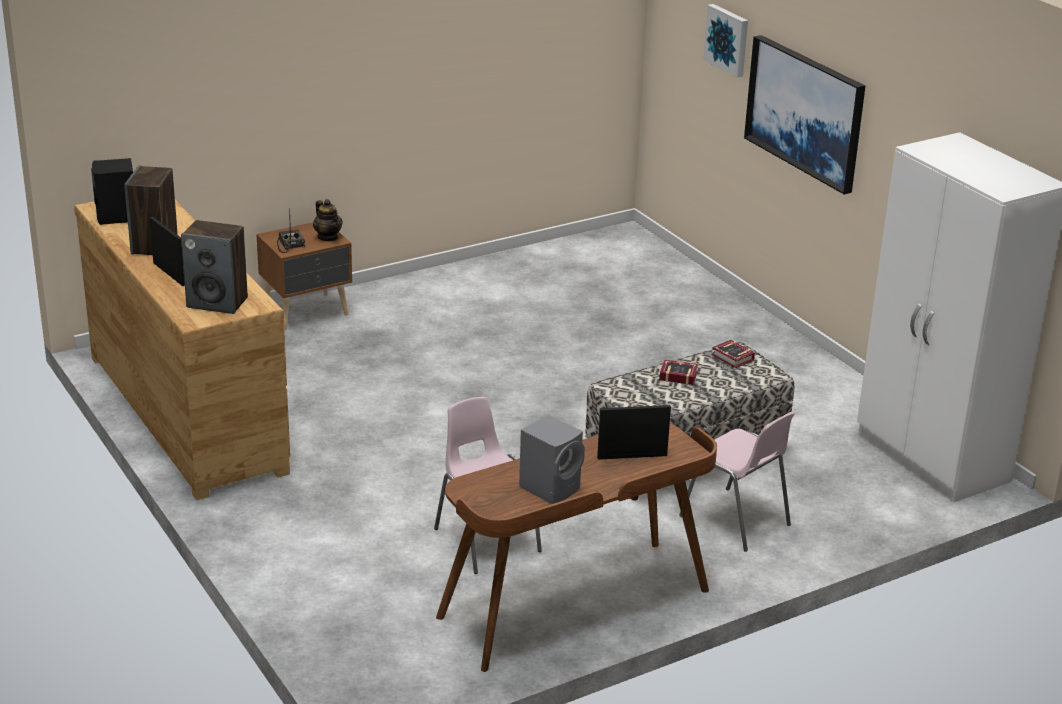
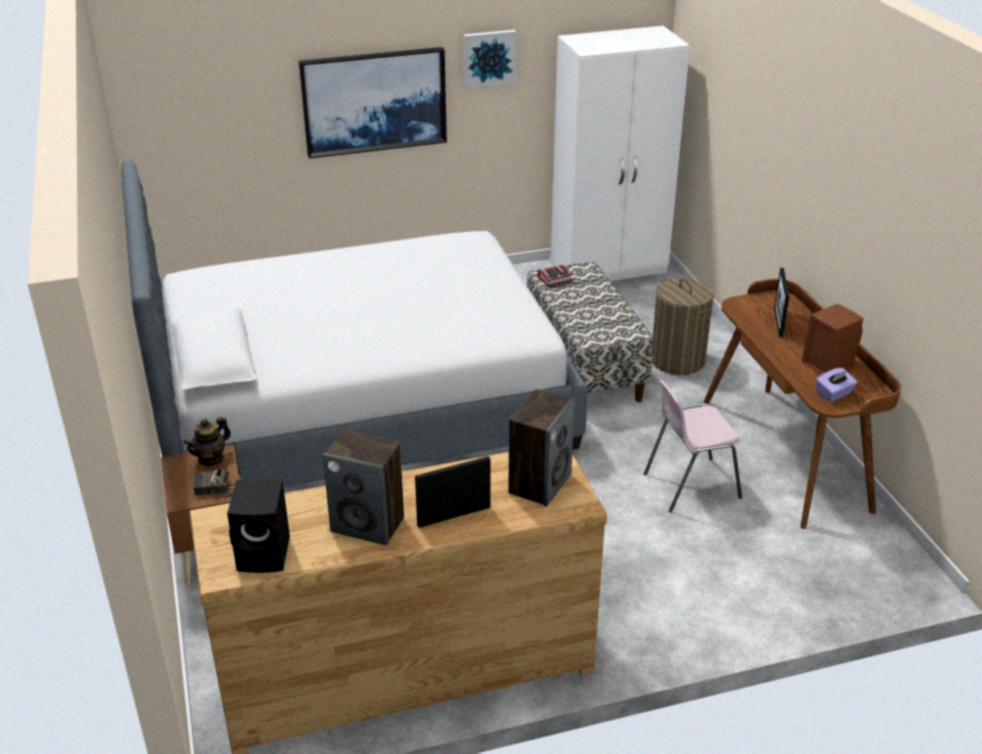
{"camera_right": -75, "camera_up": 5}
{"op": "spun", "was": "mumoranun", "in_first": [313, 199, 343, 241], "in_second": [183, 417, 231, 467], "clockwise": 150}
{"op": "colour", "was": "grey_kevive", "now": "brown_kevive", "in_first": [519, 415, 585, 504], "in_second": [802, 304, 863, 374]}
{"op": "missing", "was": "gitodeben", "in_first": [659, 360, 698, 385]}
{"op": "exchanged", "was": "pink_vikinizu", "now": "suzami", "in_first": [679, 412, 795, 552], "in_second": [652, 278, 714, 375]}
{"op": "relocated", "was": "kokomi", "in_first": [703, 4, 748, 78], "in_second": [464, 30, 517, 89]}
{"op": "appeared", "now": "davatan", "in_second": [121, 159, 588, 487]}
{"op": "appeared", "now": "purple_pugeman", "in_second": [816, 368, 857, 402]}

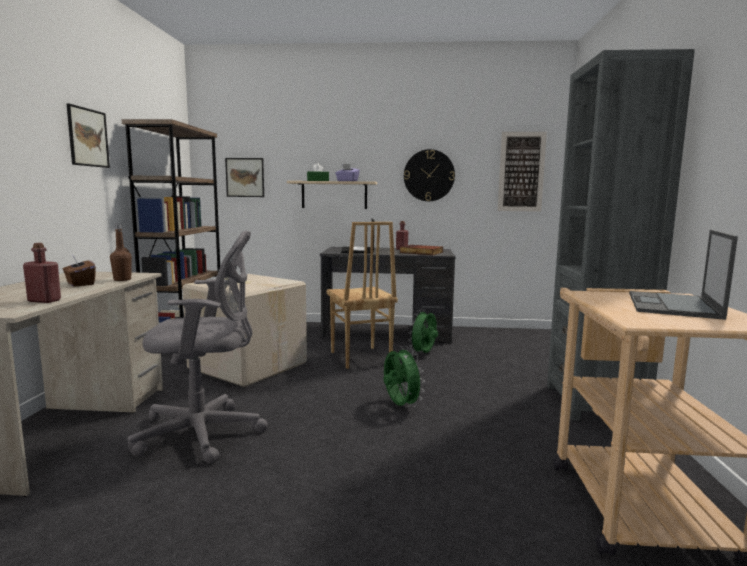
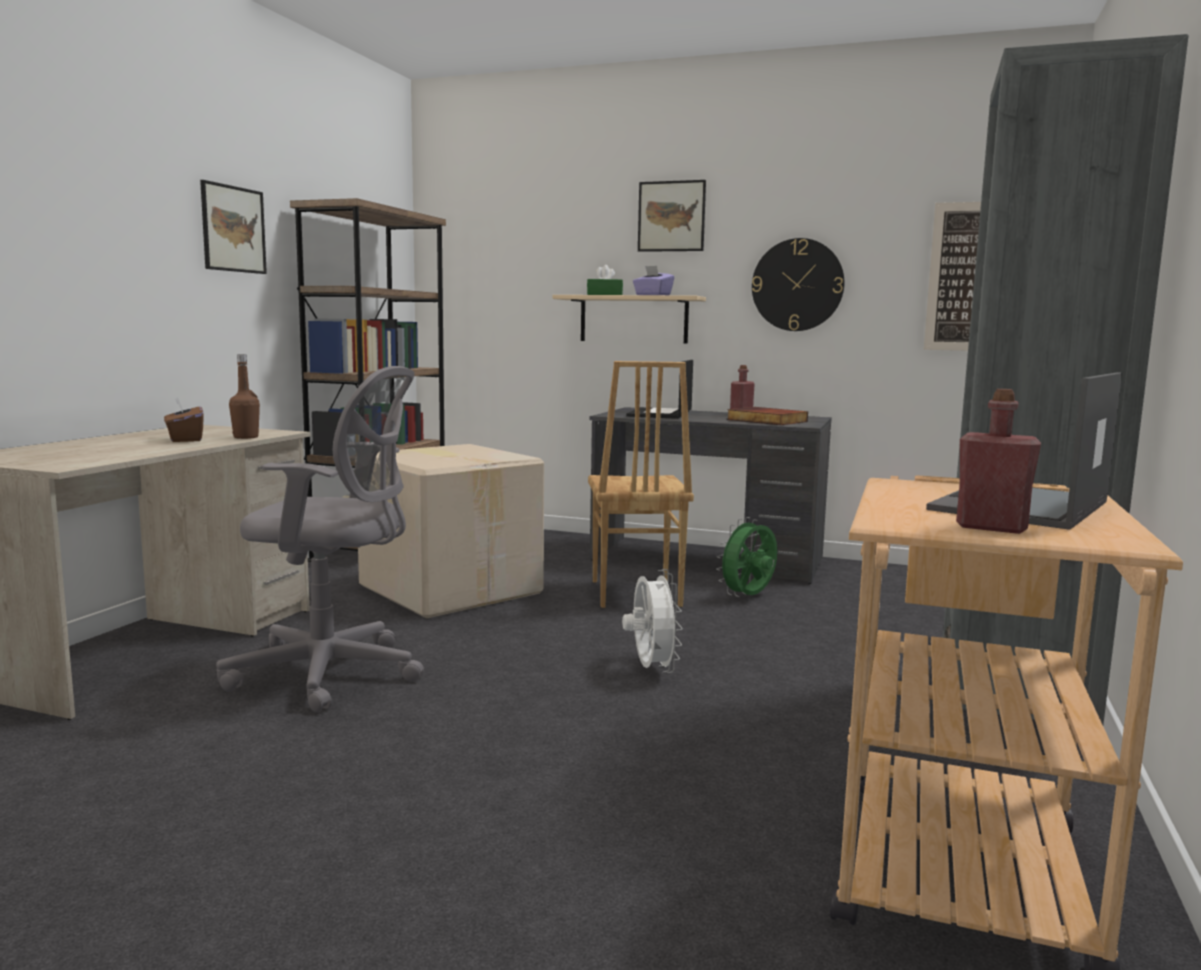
{"camera_right": 15, "camera_up": 0}
{"op": "relocated", "was": "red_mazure", "in_first": [23, 243, 61, 303], "in_second": [956, 389, 1041, 534]}
{"op": "relocated", "was": "kokomi", "in_first": [225, 158, 264, 197], "in_second": [638, 180, 706, 252]}
{"op": "colour", "was": "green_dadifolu", "now": "white_dadifolu", "in_first": [383, 346, 425, 408], "in_second": [622, 569, 683, 673]}

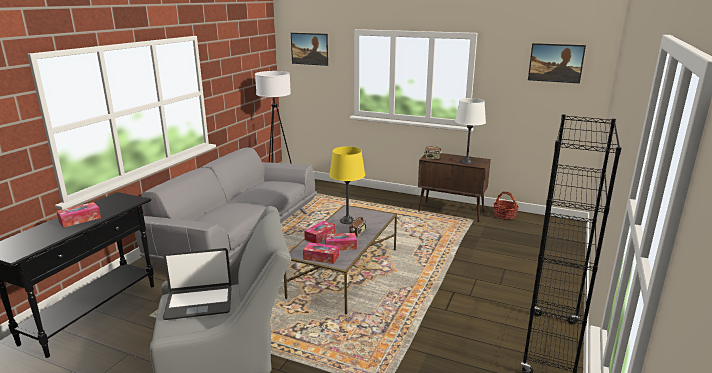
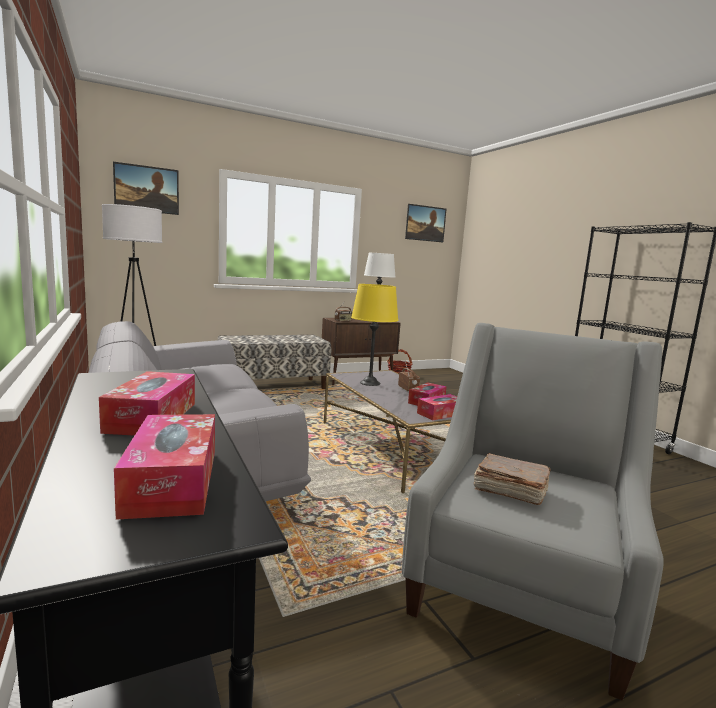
{"camera_right": -50, "camera_up": -10}
{"op": "exchanged", "was": "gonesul", "now": "brown_gitodeben", "in_first": [163, 248, 232, 320], "in_second": [474, 453, 551, 505]}
{"op": "relocated", "was": "pugeman", "in_first": [304, 221, 335, 243], "in_second": [114, 414, 215, 520]}
{"op": "appeared", "now": "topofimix", "in_second": [217, 335, 331, 389]}

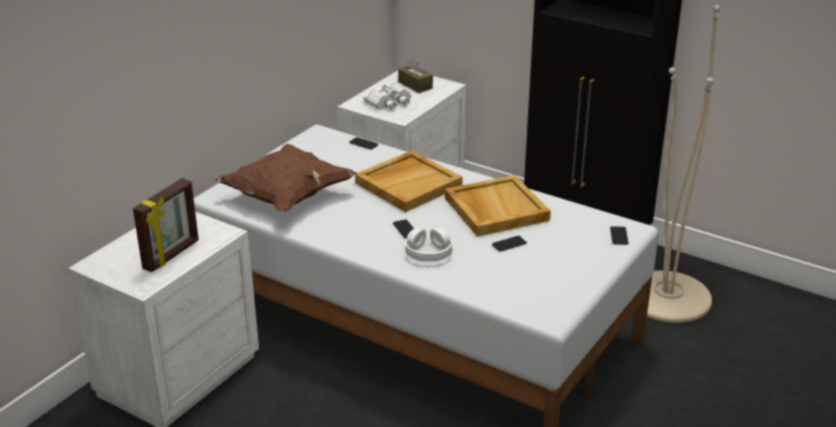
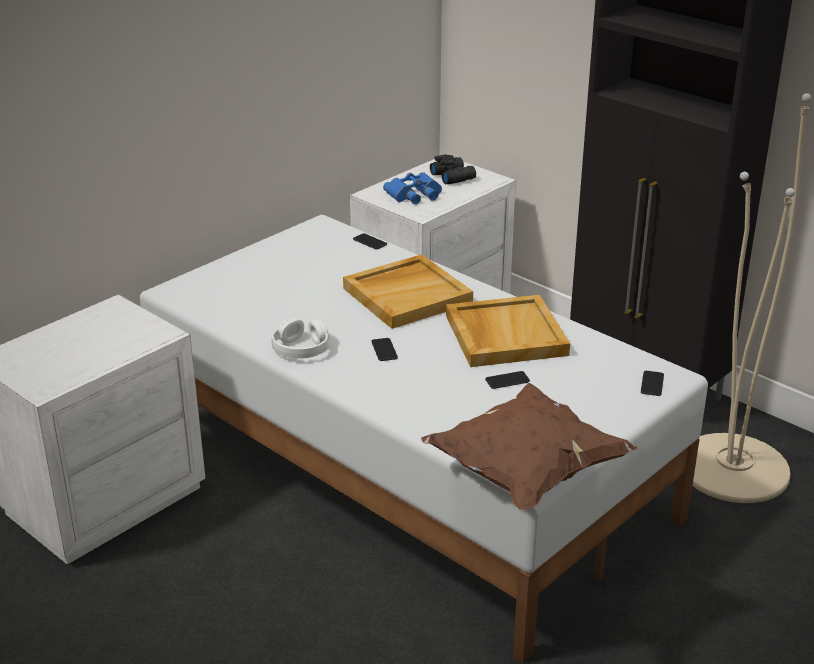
{"camera_right": 10, "camera_up": 0}
{"op": "missing", "was": "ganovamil", "in_first": [133, 178, 199, 272]}
{"op": "relocated", "was": "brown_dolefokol", "in_first": [215, 144, 357, 212], "in_second": [421, 383, 638, 510]}
{"op": "colour", "was": "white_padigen", "now": "blue_padigen", "in_first": [363, 84, 411, 110], "in_second": [383, 172, 442, 204]}
{"op": "exchanged", "was": "brown_pugeman", "now": "black_padigen", "in_first": [398, 59, 433, 93], "in_second": [430, 154, 476, 184]}
{"op": "relocated", "was": "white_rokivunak", "in_first": [405, 228, 452, 262], "in_second": [271, 318, 329, 359]}

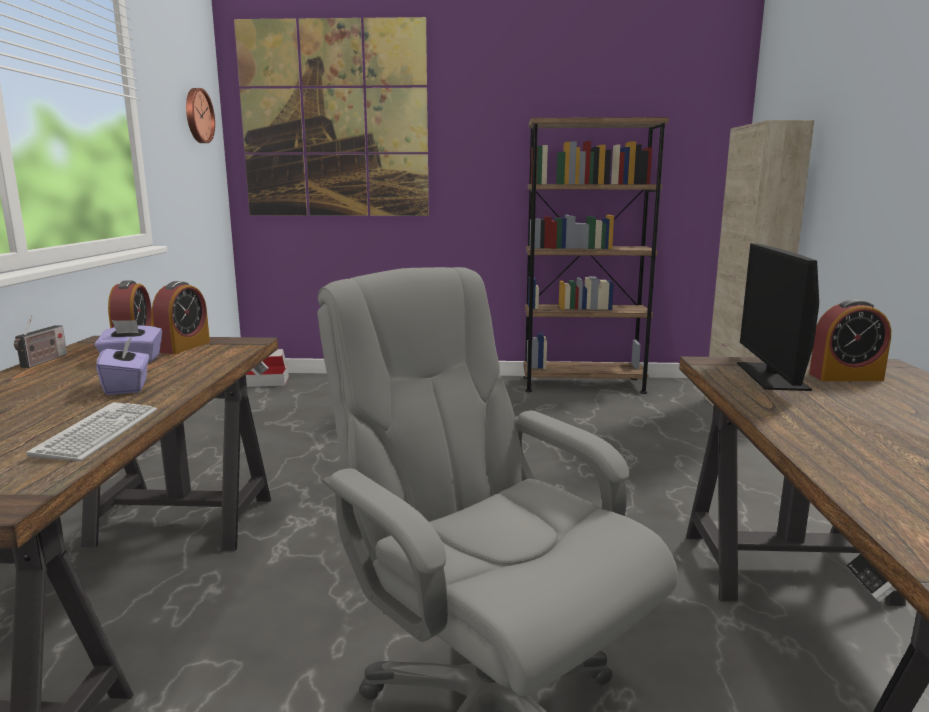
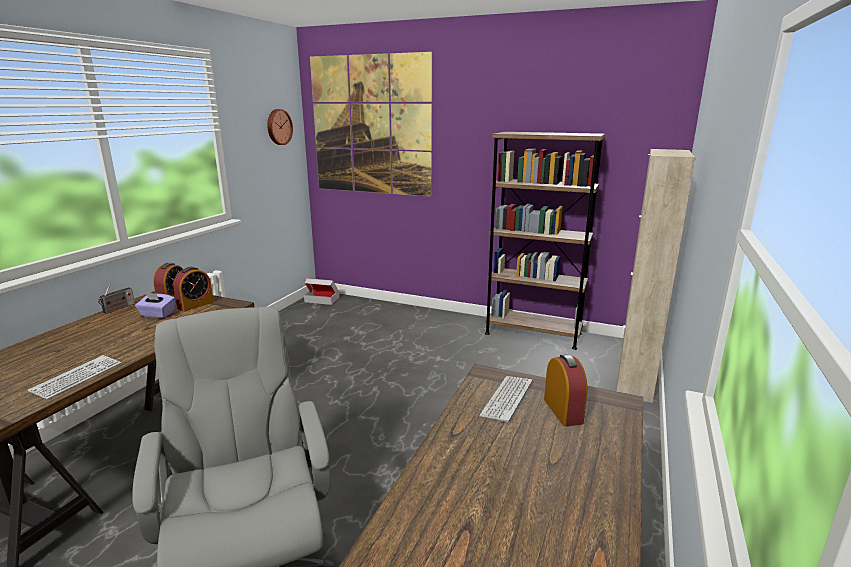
{"camera_right": 20, "camera_up": 5}
{"op": "missing", "was": "purple_pugeman", "in_first": [96, 337, 149, 395]}
{"op": "exchanged", "was": "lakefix", "now": "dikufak", "in_first": [737, 243, 819, 391], "in_second": [479, 376, 532, 423]}
{"op": "spun", "was": "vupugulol", "in_first": [809, 299, 891, 381], "in_second": [544, 354, 587, 426], "clockwise": -120}

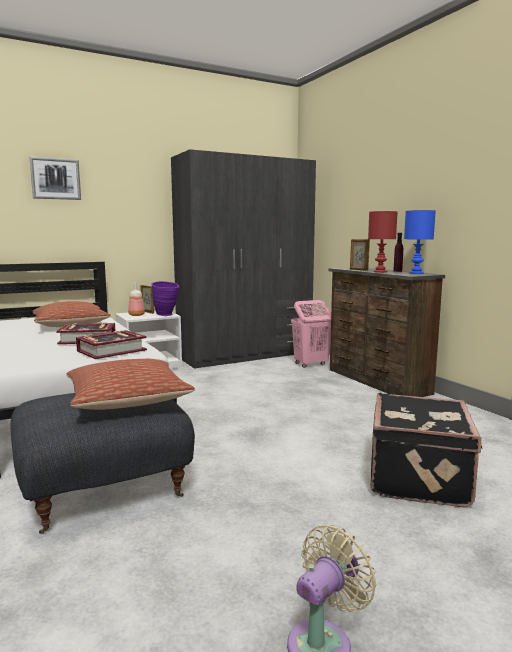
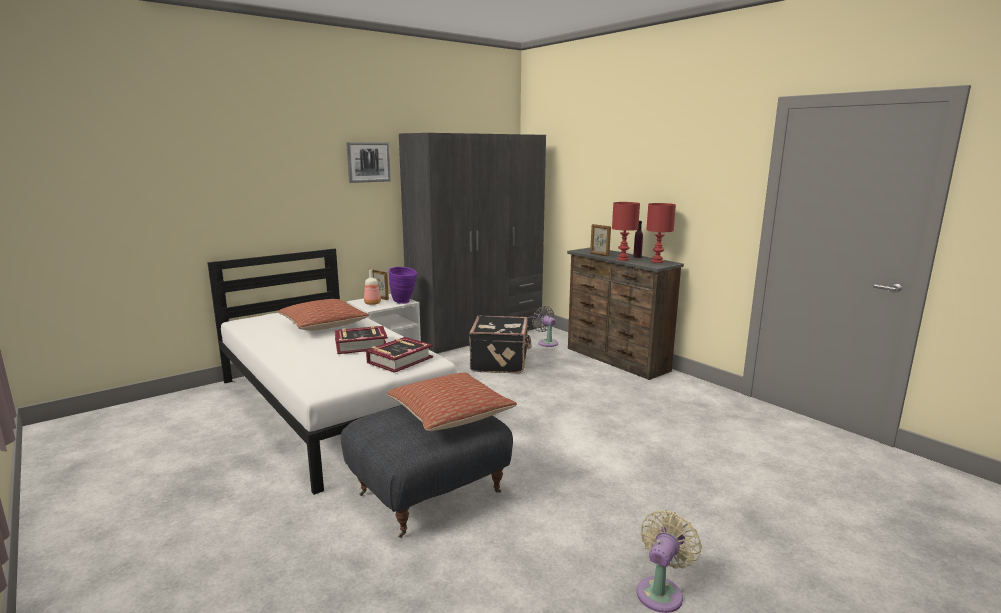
{"camera_right": -10, "camera_up": 5}
{"op": "relocated", "was": "kokomi", "in_first": [29, 157, 81, 200], "in_second": [346, 142, 391, 183]}
{"op": "exchanged", "was": "pink_suzami", "now": "grey_dadifolu", "in_first": [291, 300, 331, 368], "in_second": [532, 306, 558, 347]}
{"op": "relocated", "was": "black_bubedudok", "in_first": [371, 393, 483, 508], "in_second": [469, 315, 532, 373]}
{"op": "colour", "was": "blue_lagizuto", "now": "red_lagizuto", "in_first": [404, 210, 436, 274], "in_second": [646, 203, 676, 263]}

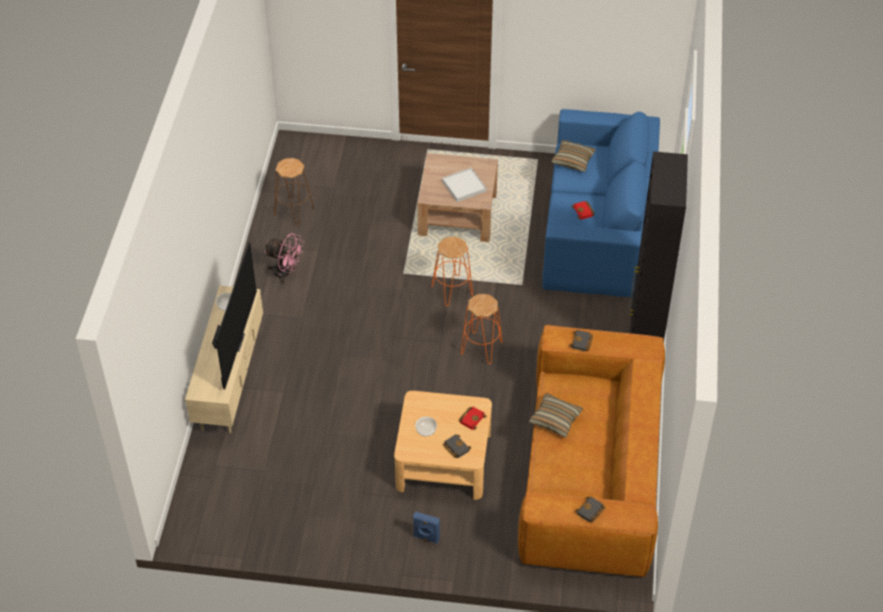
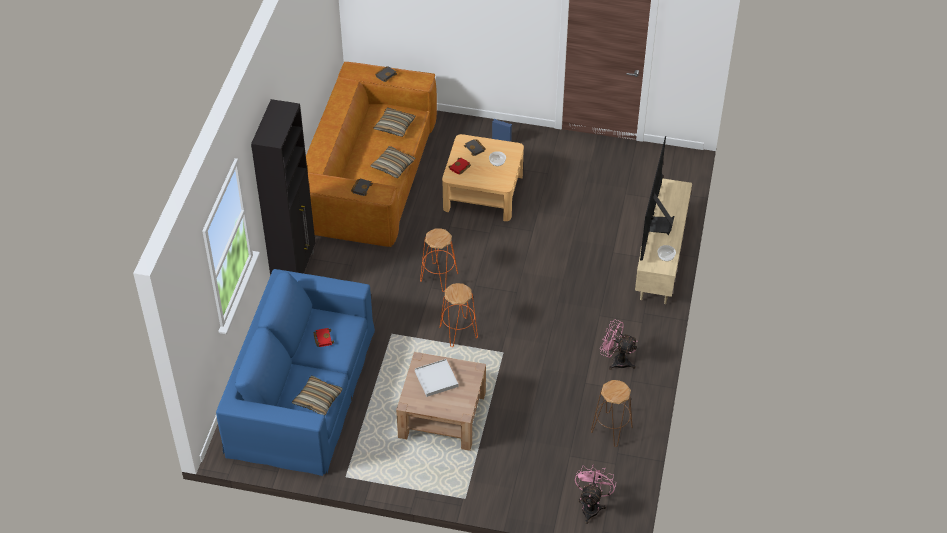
{"camera_right": -175, "camera_up": 0}
{"op": "appeared", "now": "dolefokol", "in_second": [374, 108, 415, 137]}
{"op": "appeared", "now": "pink_dadifolu", "in_second": [575, 464, 616, 524]}

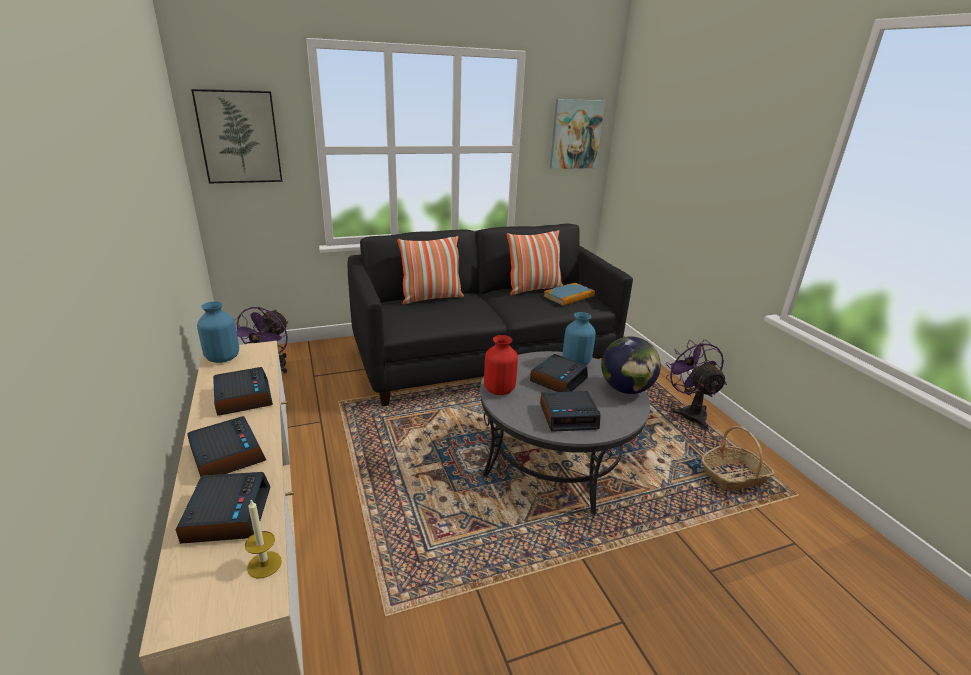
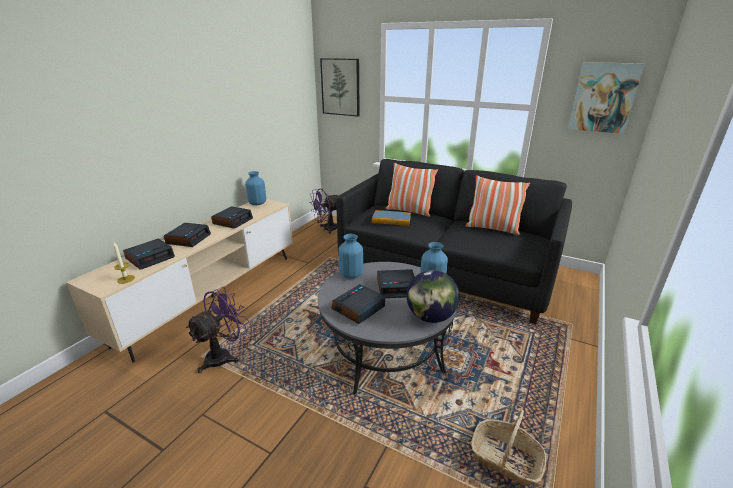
{"camera_right": 50, "camera_up": 0}
{"op": "colour", "was": "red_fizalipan", "now": "blue_fizalipan", "in_first": [484, 335, 518, 395], "in_second": [339, 234, 363, 279]}
{"op": "spun", "was": "vupugulol", "in_first": [540, 391, 601, 432], "in_second": [331, 284, 385, 324], "clockwise": 90}
{"op": "relocated", "was": "gitodeben", "in_first": [543, 283, 595, 306], "in_second": [372, 210, 411, 226]}
{"op": "relocated", "was": "purple_dadifolu", "in_first": [665, 340, 727, 430], "in_second": [186, 287, 249, 373]}

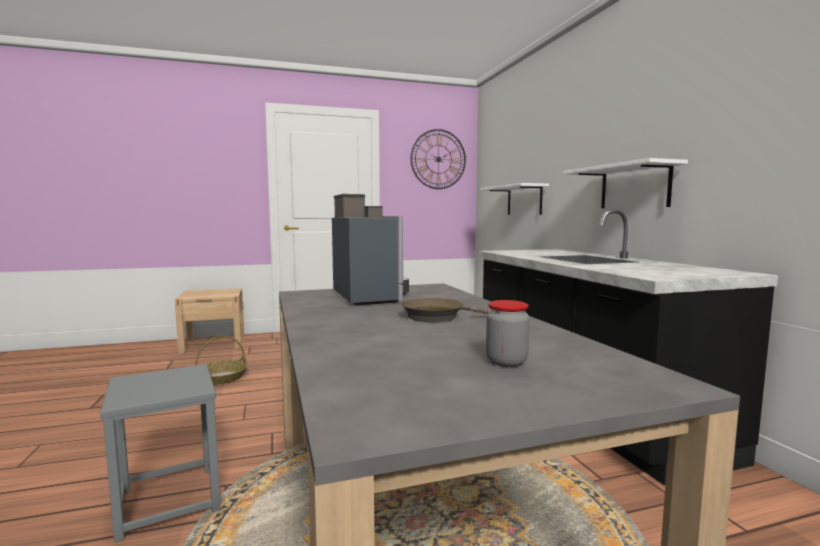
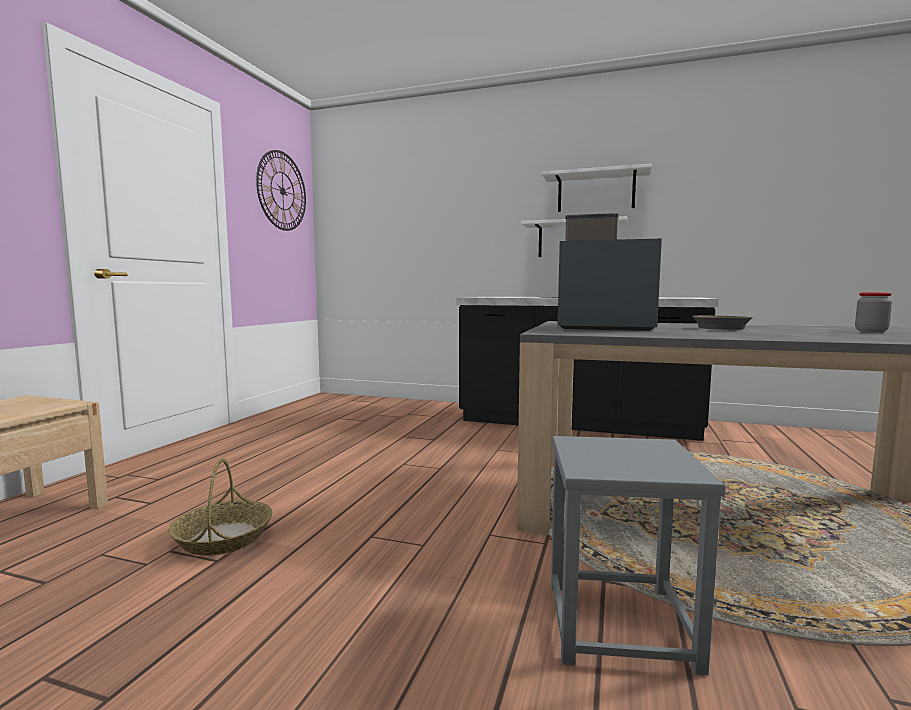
{"camera_right": -55, "camera_up": 0}
{"op": "relocated", "was": "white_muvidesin", "in_first": [480, 183, 549, 215], "in_second": [542, 164, 652, 212]}

